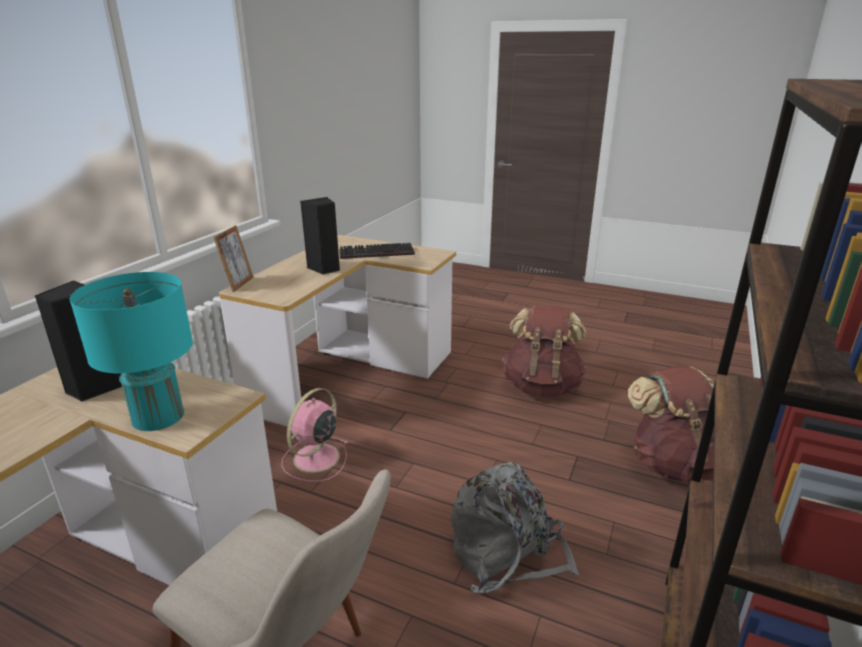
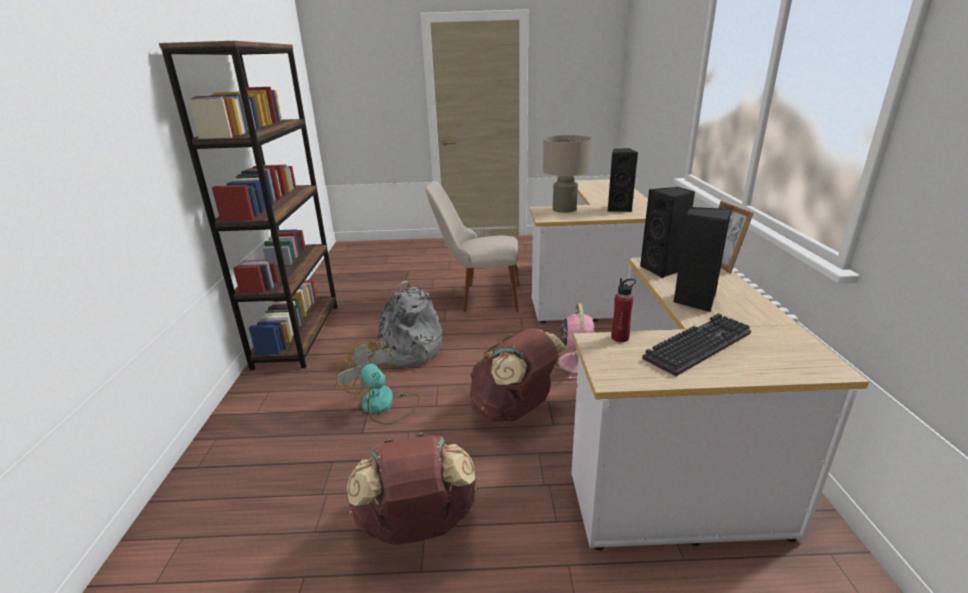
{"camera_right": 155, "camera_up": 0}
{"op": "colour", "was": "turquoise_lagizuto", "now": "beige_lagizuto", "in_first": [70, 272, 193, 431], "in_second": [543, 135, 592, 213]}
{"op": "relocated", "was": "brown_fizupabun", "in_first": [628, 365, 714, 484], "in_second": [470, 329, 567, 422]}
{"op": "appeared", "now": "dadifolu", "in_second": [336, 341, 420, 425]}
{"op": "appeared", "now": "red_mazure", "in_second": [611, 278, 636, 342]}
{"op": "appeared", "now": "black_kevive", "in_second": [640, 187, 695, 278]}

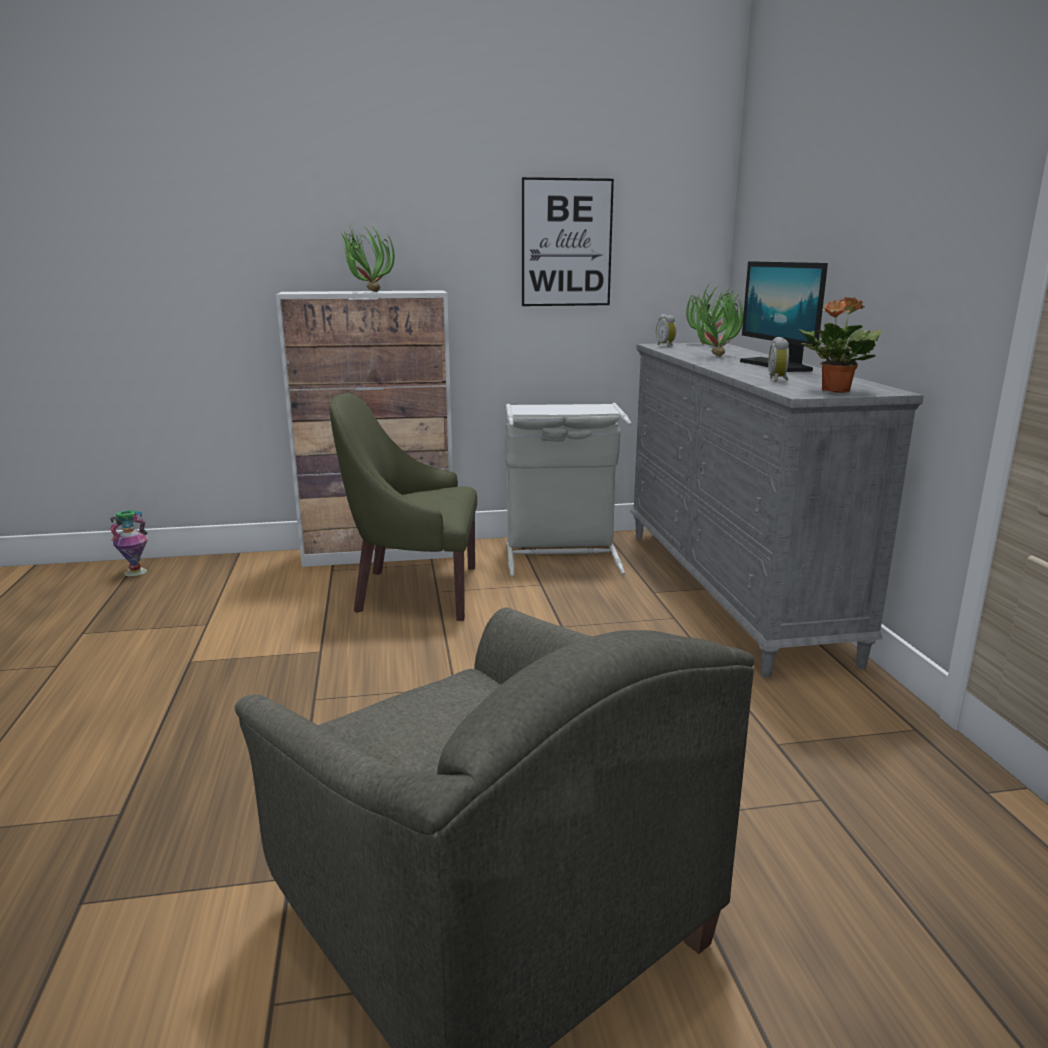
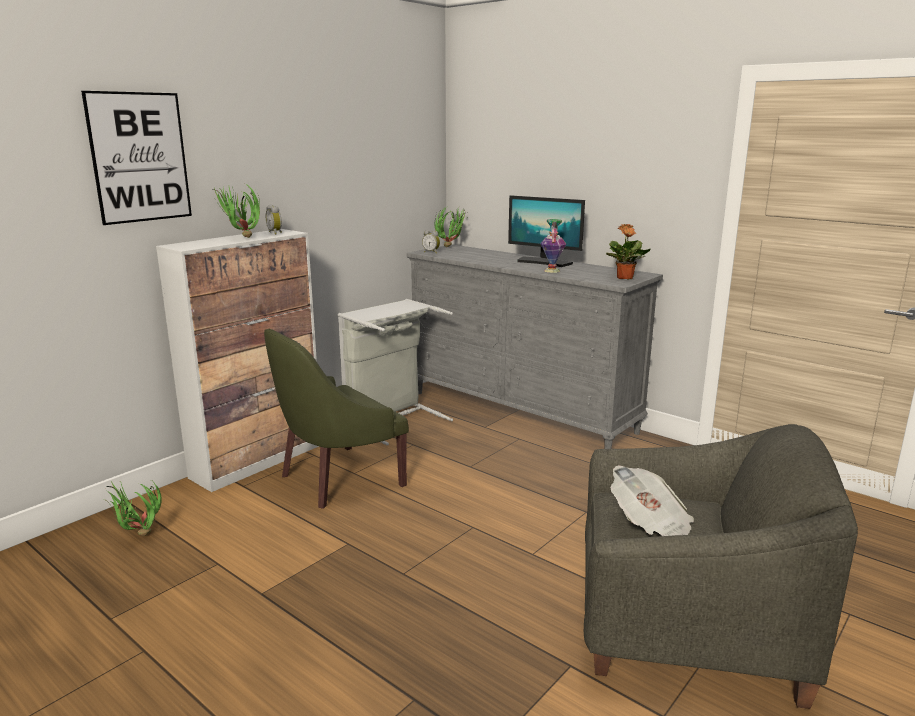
{"camera_right": -40, "camera_up": 0}
{"op": "relocated", "was": "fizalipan", "in_first": [109, 510, 148, 576], "in_second": [541, 219, 566, 273]}
{"op": "relocated", "was": "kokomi", "in_first": [522, 177, 614, 306], "in_second": [81, 91, 192, 225]}
{"op": "relocated", "was": "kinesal", "in_first": [692, 288, 744, 356], "in_second": [103, 480, 162, 536]}
{"op": "relocated", "was": "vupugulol", "in_first": [768, 337, 789, 382], "in_second": [266, 205, 282, 234]}
{"op": "appeared", "now": "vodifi", "in_second": [610, 465, 694, 536]}

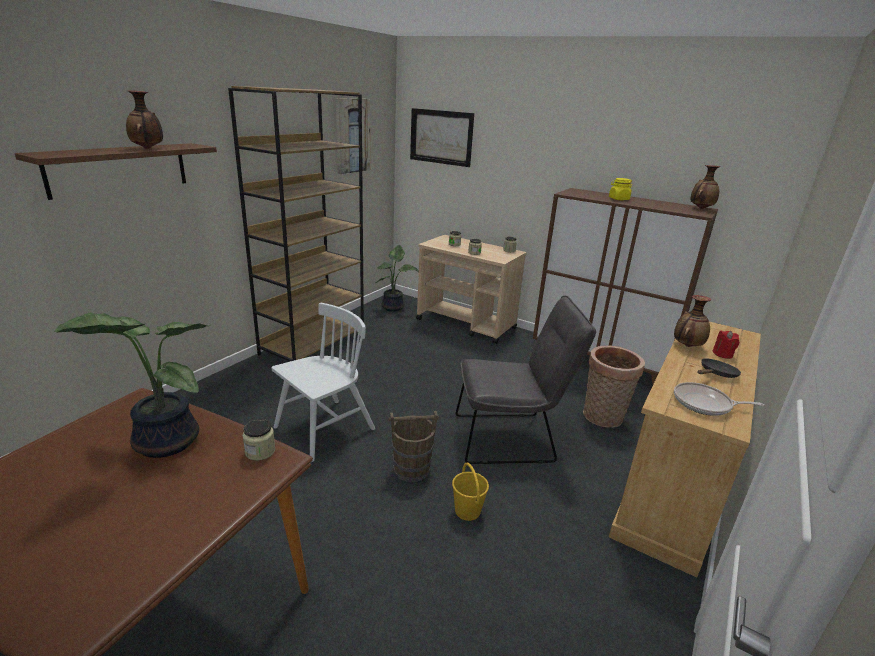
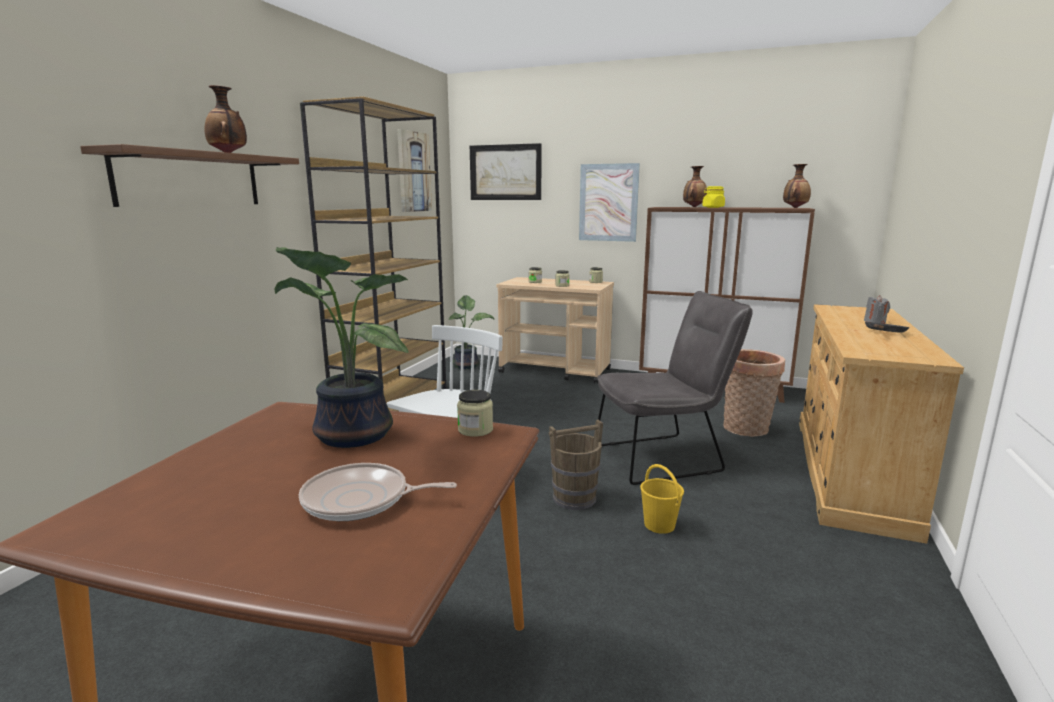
{"camera_right": -10, "camera_up": -10}
{"op": "relocated", "was": "fizalipan", "in_first": [674, 295, 711, 347], "in_second": [683, 166, 707, 207]}
{"op": "relocated", "was": "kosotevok", "in_first": [674, 382, 764, 416], "in_second": [299, 463, 457, 521]}
{"op": "colour", "was": "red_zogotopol", "now": "grey_zogotopol", "in_first": [713, 330, 739, 359], "in_second": [864, 295, 890, 324]}
{"op": "appeared", "now": "kokomi", "in_second": [579, 163, 640, 242]}

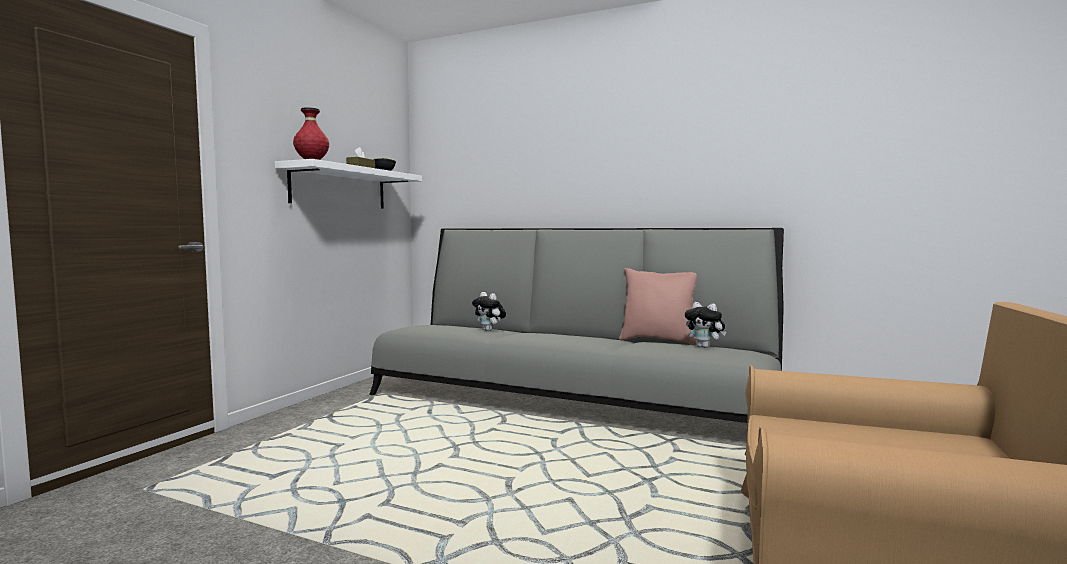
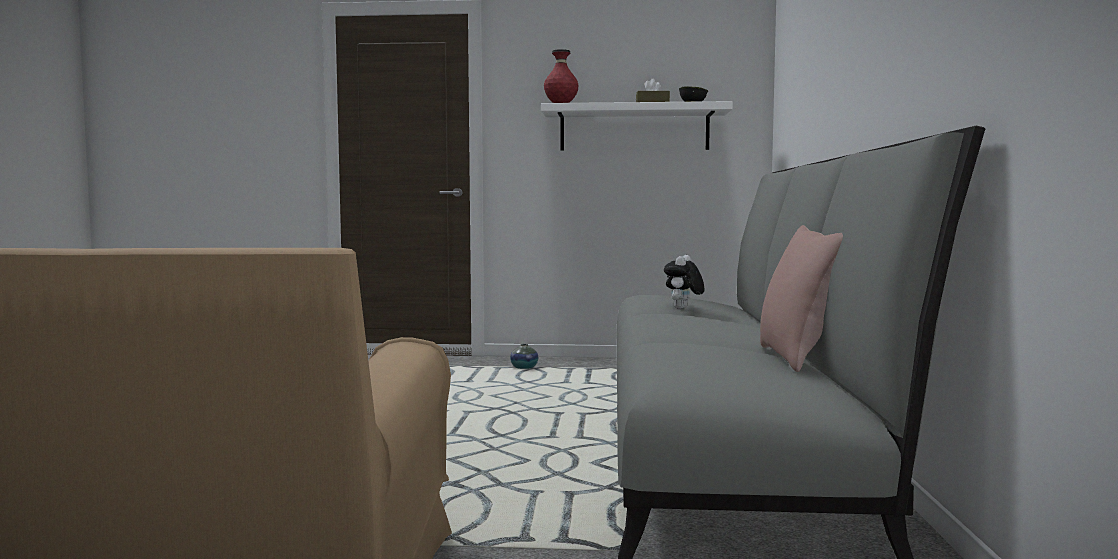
{"camera_right": 70, "camera_up": 0}
{"op": "missing", "was": "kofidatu", "in_first": [685, 302, 726, 348]}
{"op": "appeared", "now": "fizalipan", "in_second": [510, 344, 538, 369]}

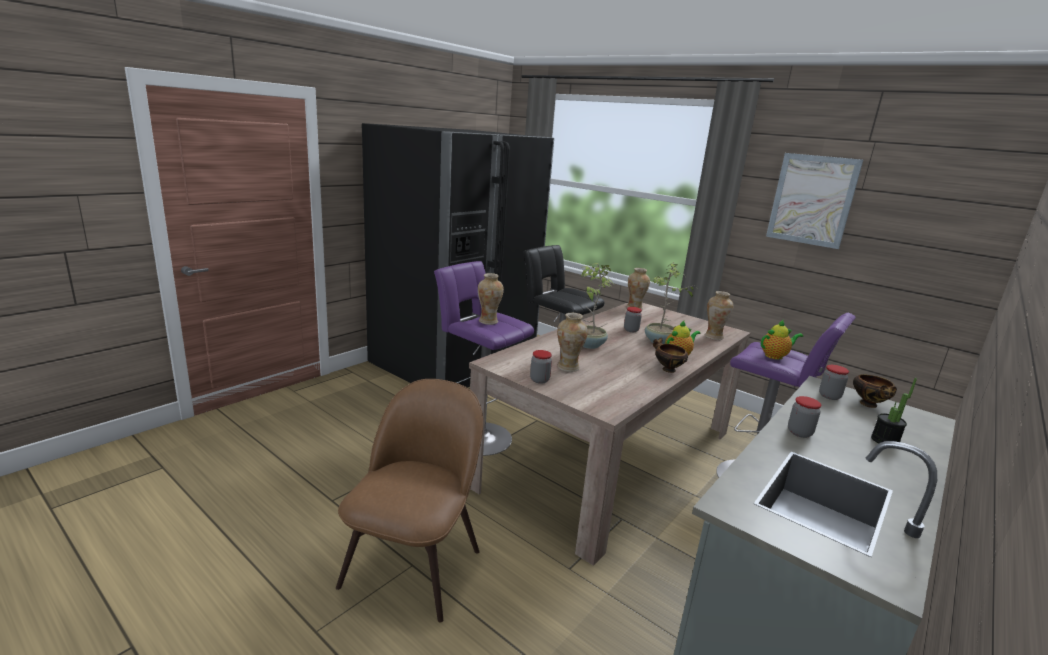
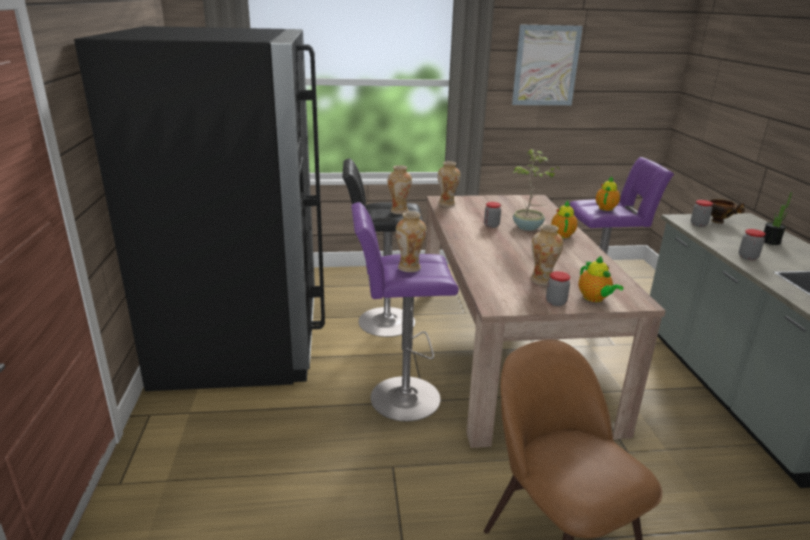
{"camera_right": -45, "camera_up": 5}
{"op": "missing", "was": "kinesal", "in_first": [581, 263, 613, 349]}
{"op": "missing", "was": "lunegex", "in_first": [653, 338, 688, 373]}
{"op": "relocated", "was": "fizalipan", "in_first": [705, 291, 733, 340], "in_second": [387, 165, 412, 214]}
{"op": "appeared", "now": "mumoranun", "in_second": [578, 256, 624, 302]}

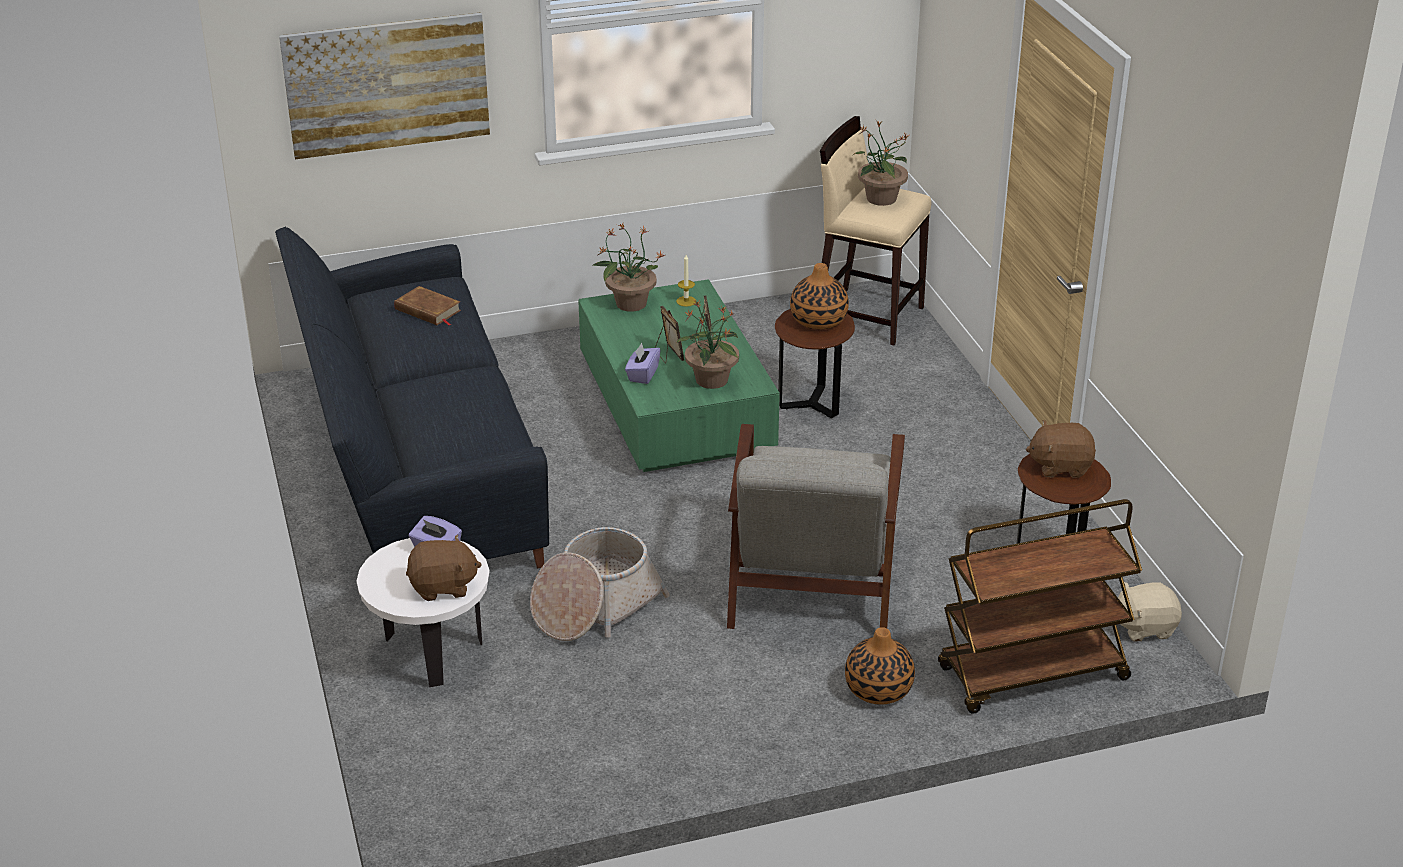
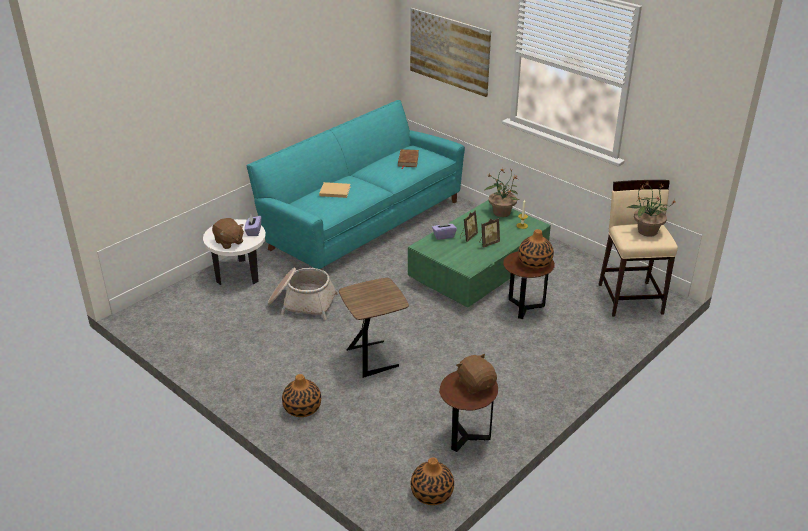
{"camera_right": 60, "camera_up": 0}
{"op": "colour", "was": "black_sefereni", "now": "turquoise_sefereni", "in_first": [275, 227, 549, 568], "in_second": [246, 100, 465, 270]}
{"op": "missing", "was": "kinesal", "in_first": [676, 300, 739, 389]}
{"op": "exchanged", "was": "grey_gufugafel", "now": "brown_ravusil", "in_first": [727, 424, 905, 629], "in_second": [339, 278, 409, 378]}
{"op": "missing", "was": "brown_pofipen", "in_first": [938, 499, 1142, 714]}
{"op": "exchanged", "was": "beige_kofidatu", "now": "fizalipan", "in_first": [1118, 582, 1182, 642], "in_second": [411, 457, 454, 505]}
{"op": "appeared", "now": "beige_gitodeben", "in_second": [319, 182, 351, 198]}

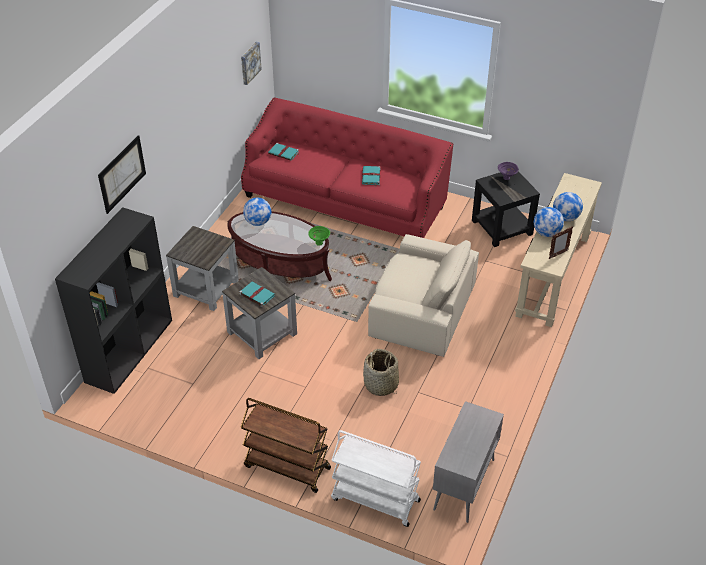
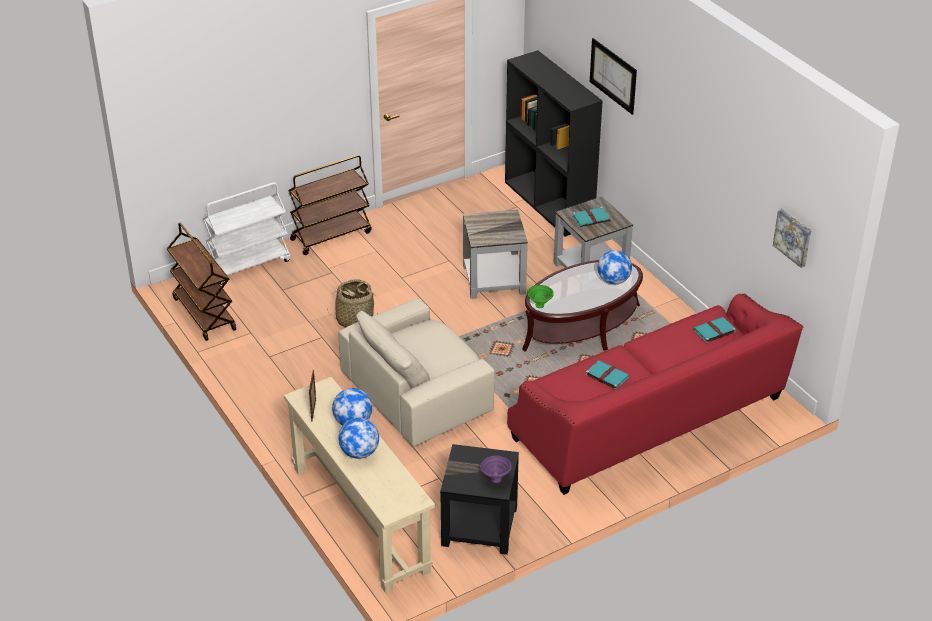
{"camera_right": 125, "camera_up": -5}
{"op": "relocated", "was": "turquoise_gitodeben", "in_first": [240, 281, 275, 307], "in_second": [572, 207, 610, 227]}
{"op": "exchanged", "was": "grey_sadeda", "now": "brown_pofipen", "in_first": [433, 401, 504, 523], "in_second": [167, 222, 236, 341]}

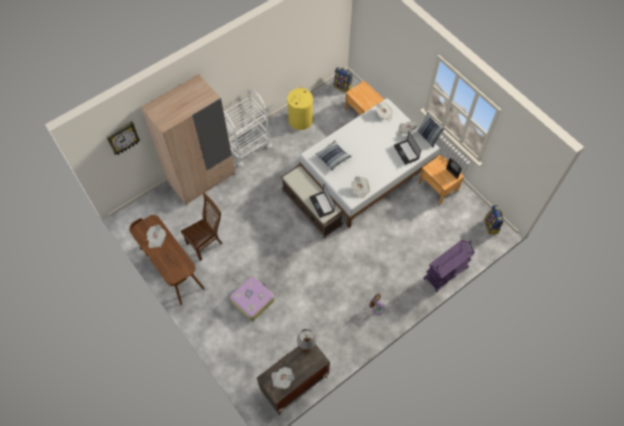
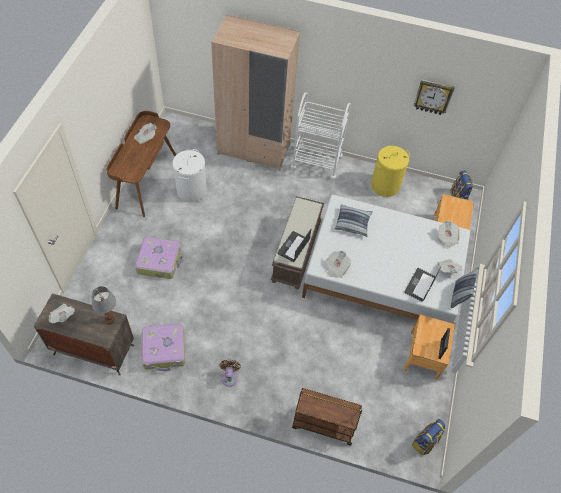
{"camera_right": 50, "camera_up": -5}
{"op": "relocated", "was": "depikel", "in_first": [106, 121, 140, 155], "in_second": [414, 79, 455, 115]}
{"op": "exchanged", "was": "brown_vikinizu", "now": "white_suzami", "in_first": [181, 192, 223, 261], "in_second": [173, 149, 207, 202]}
{"op": "colour", "was": "purple_pofipen", "now": "brown_pofipen", "in_first": [423, 240, 475, 292], "in_second": [292, 388, 362, 445]}
{"op": "appeared", "now": "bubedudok", "in_second": [142, 324, 185, 371]}

